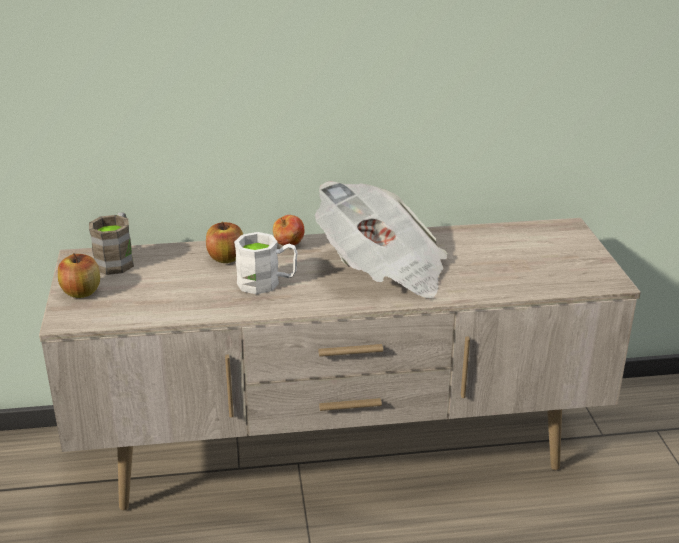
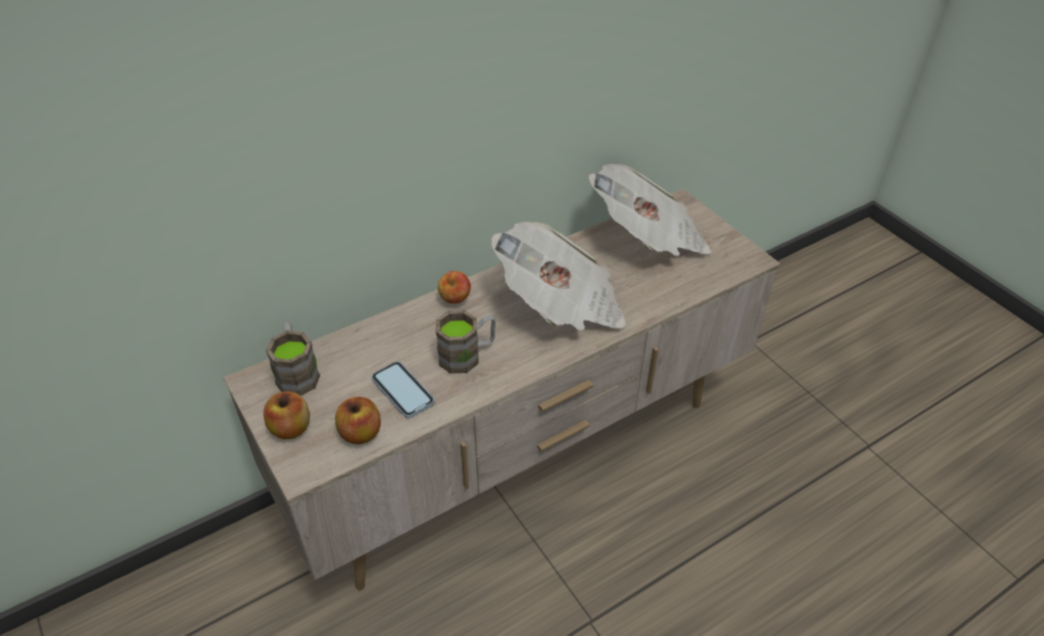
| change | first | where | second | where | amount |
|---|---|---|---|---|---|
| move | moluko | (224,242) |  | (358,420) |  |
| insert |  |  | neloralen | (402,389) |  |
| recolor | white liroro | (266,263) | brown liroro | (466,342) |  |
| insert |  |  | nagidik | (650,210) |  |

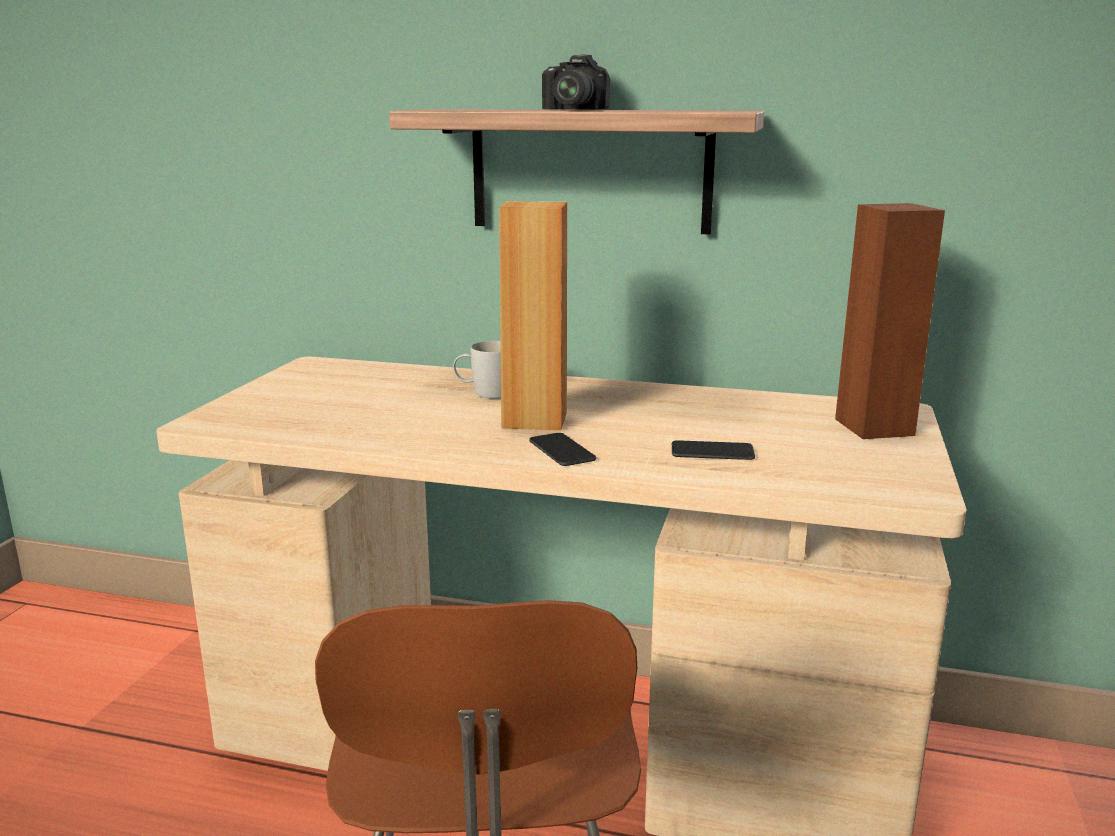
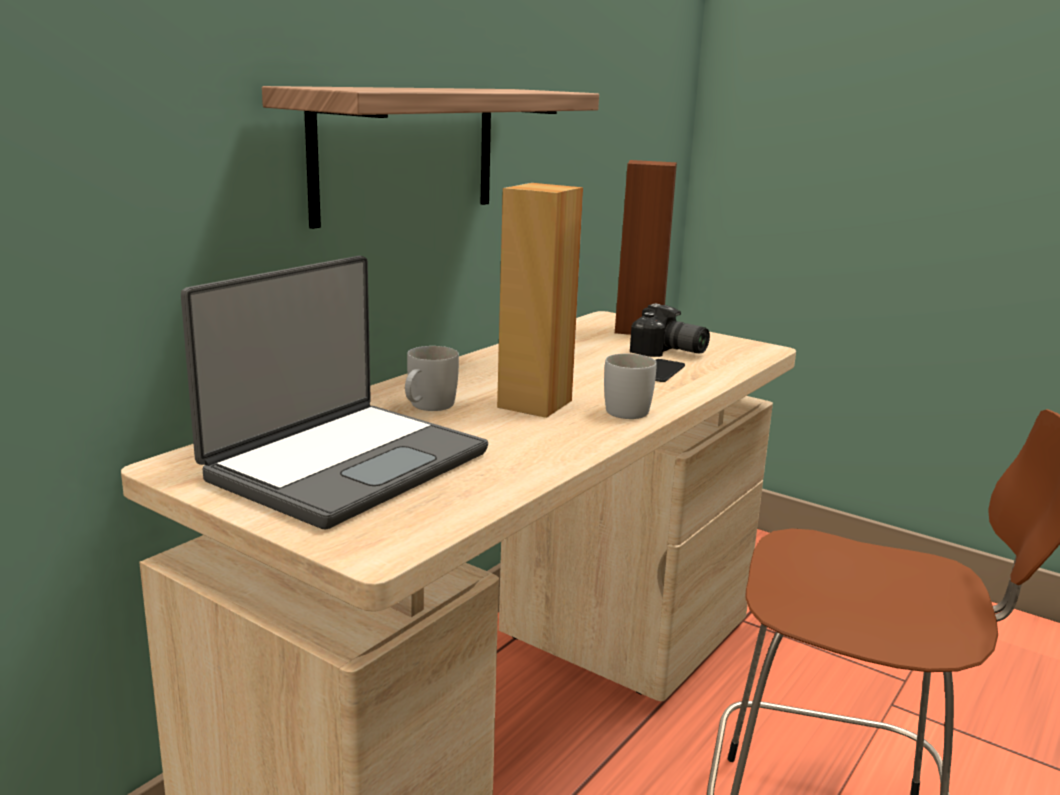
| change | first | where | second | where | amount |
|---|---|---|---|---|---|
| insert |  |  | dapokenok | (334,393) |  |
| replace | neloralen | (562,449) | white liroro | (630,386) |  |
| move | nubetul | (576,82) |  | (670,330) |  |

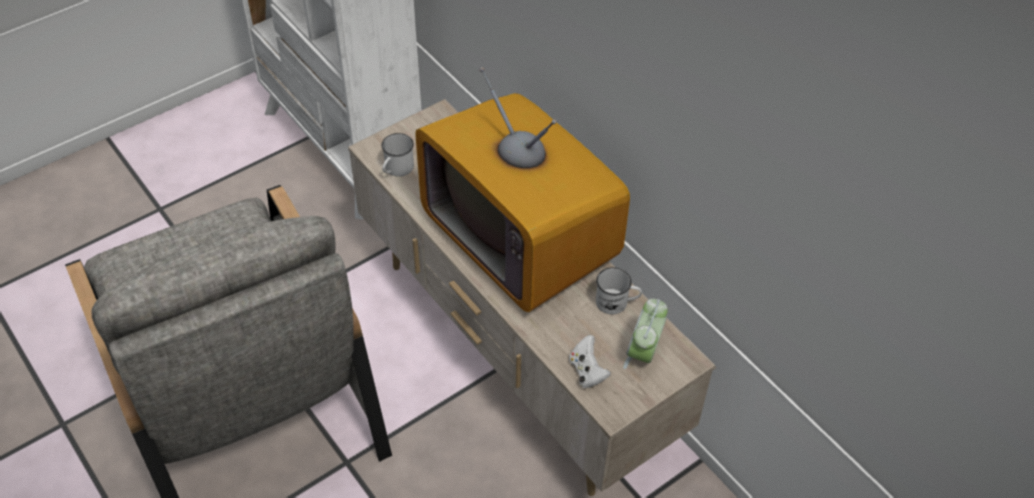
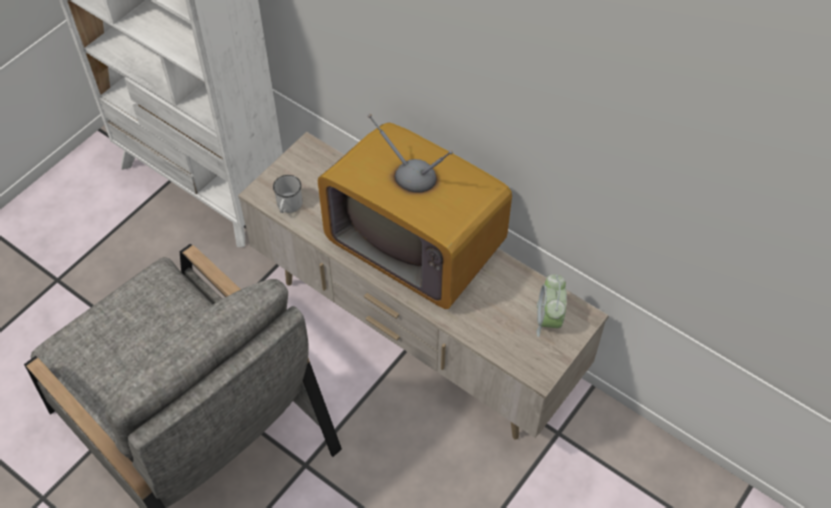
| change | first | where | second | where | amount |
|---|---|---|---|---|---|
| delete | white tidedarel | (590,361) |  |  |  |
| delete | white liroro | (619,290) |  |  |  |

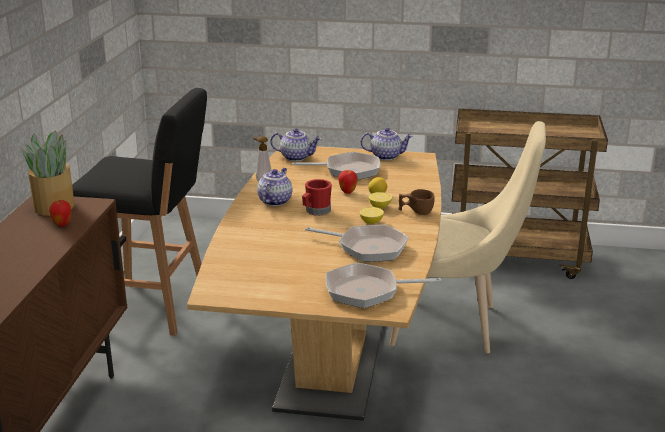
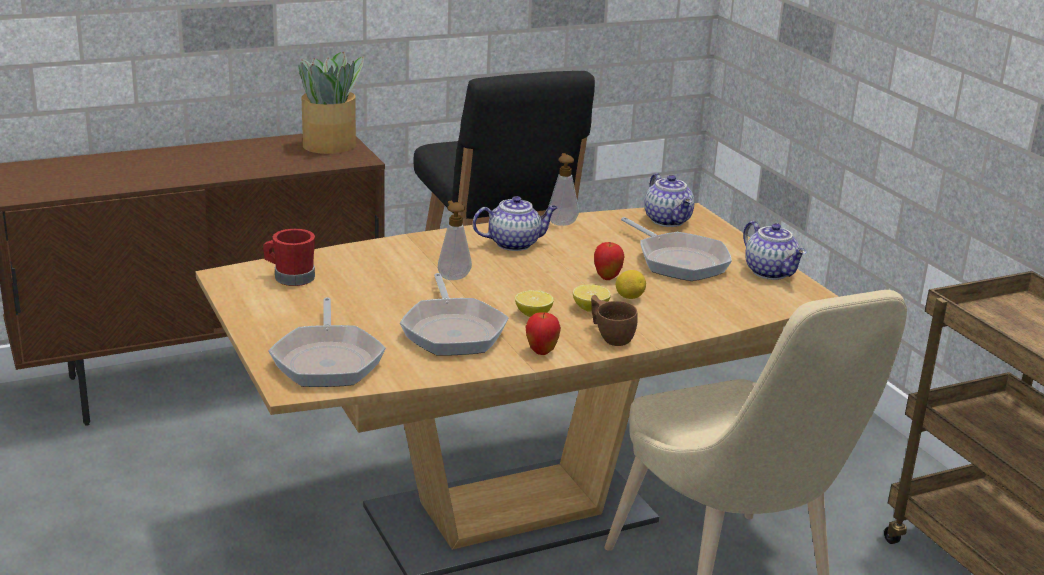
| change | first | where | second | where | amount |
|---|---|---|---|---|---|
| move | red liroro | (317,197) |  | (289,257) |  |
| rotate | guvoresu | (383,285) |  | (327,342) | 150 degrees counterclockwise |
| insert |  |  | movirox | (455,240) |  |
| move | moluko | (60,213) |  | (543,333) |  |

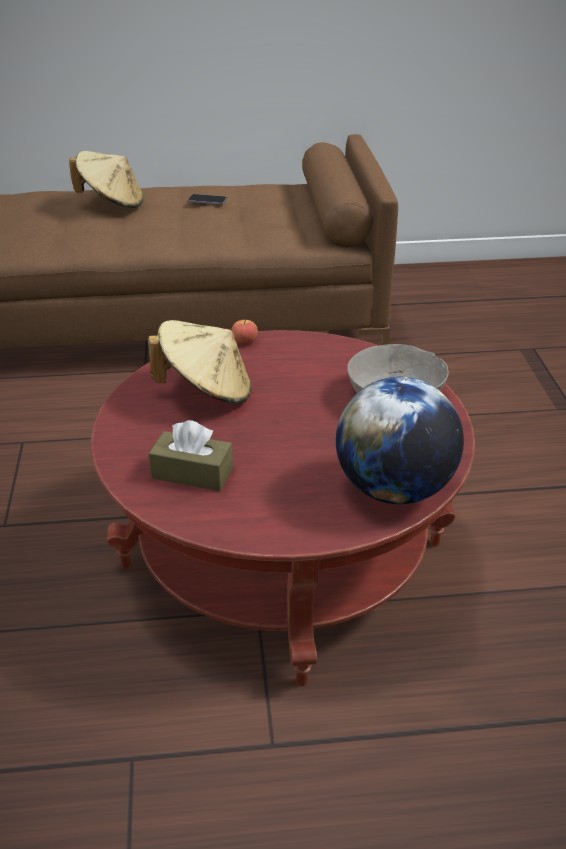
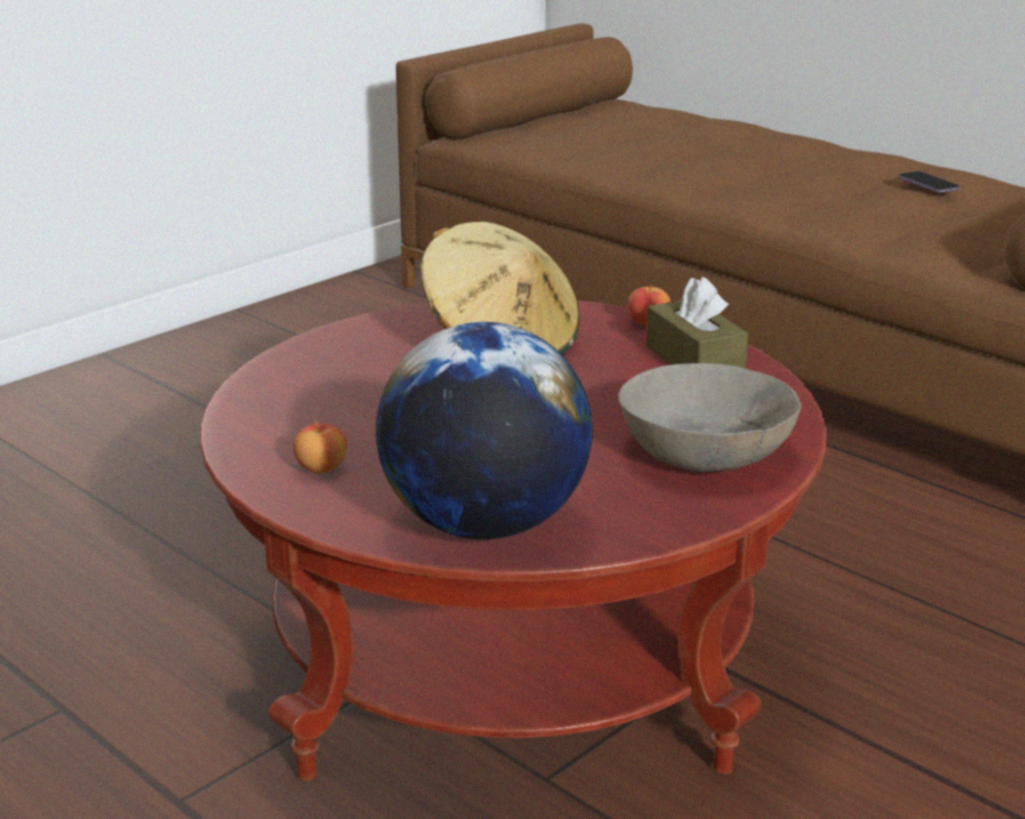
| change | first | where | second | where | amount |
|---|---|---|---|---|---|
| insert |  |  | moluko | (320,446) |  |
| move | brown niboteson | (191,455) |  | (697,323) |  |
| delete | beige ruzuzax | (106,179) |  |  |  |

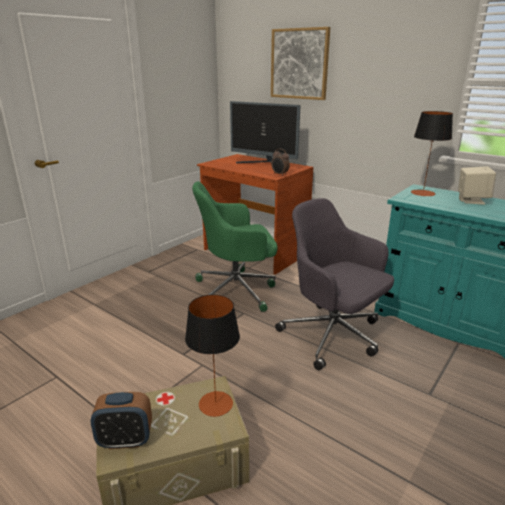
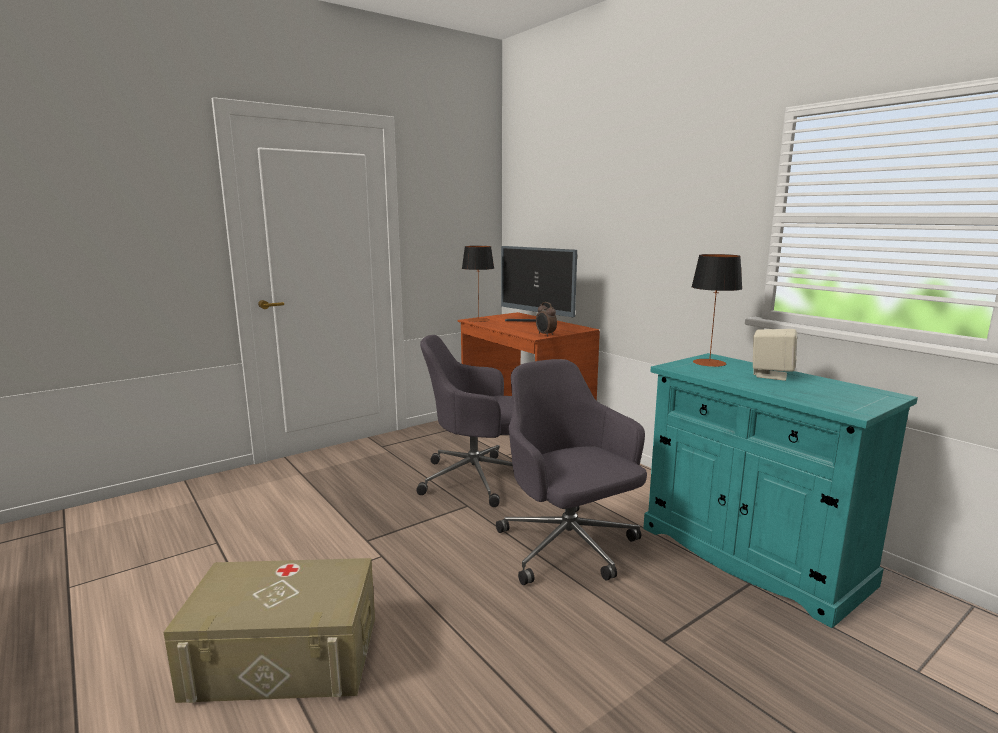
| change | first | where | second | where | amount |
|---|---|---|---|---|---|
| recolor | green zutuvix | (235,246) | grey zutuvix | (464,421) |  |
| move | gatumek | (212,356) |  | (478,284) |  |
| delete | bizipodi | (121,420) |  |  |  |
| delete | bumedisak | (300,63) |  |  |  |

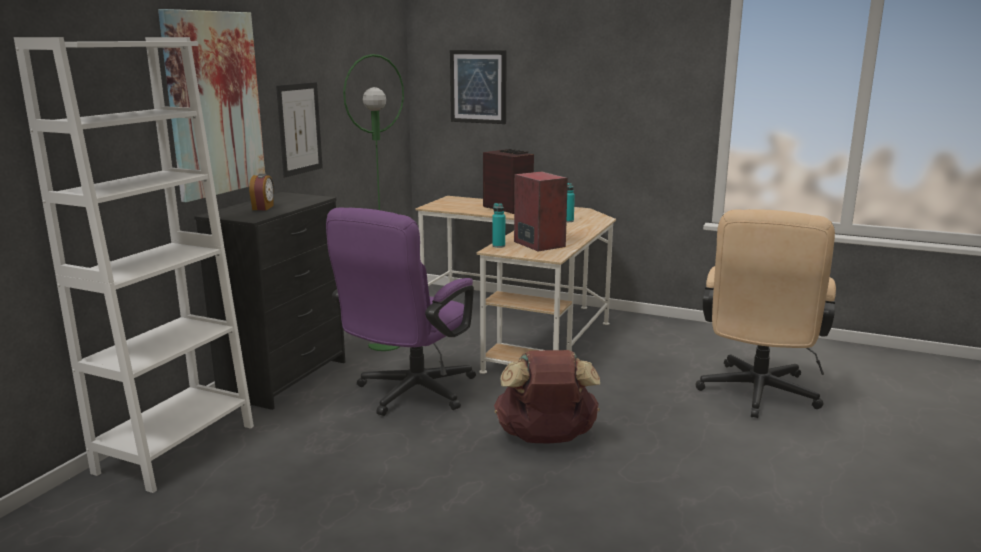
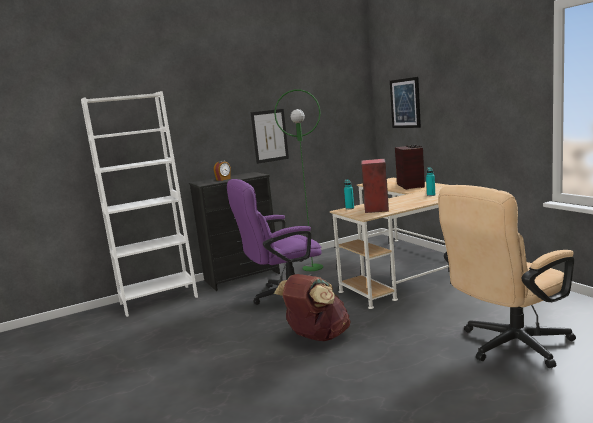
| change | first | where | second | where | amount |
|---|---|---|---|---|---|
| delete | bumedisak | (211,105) |  |  |  |

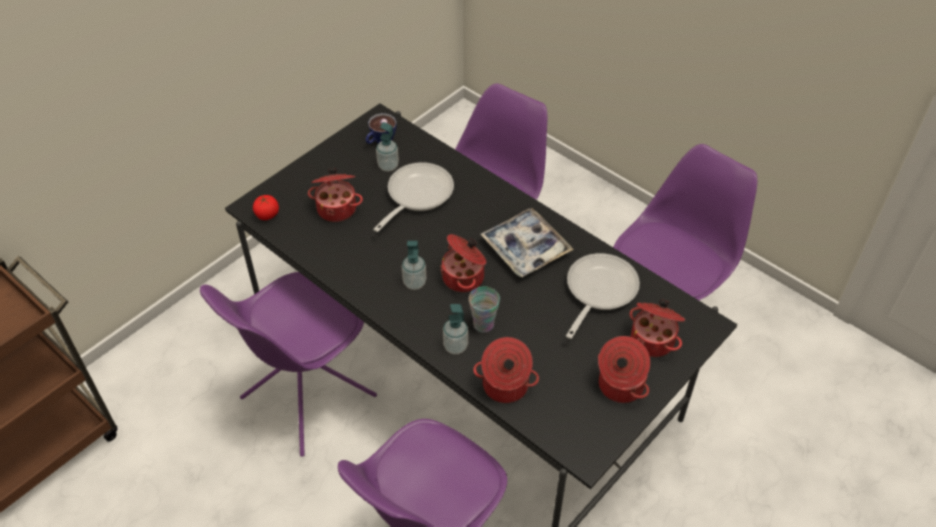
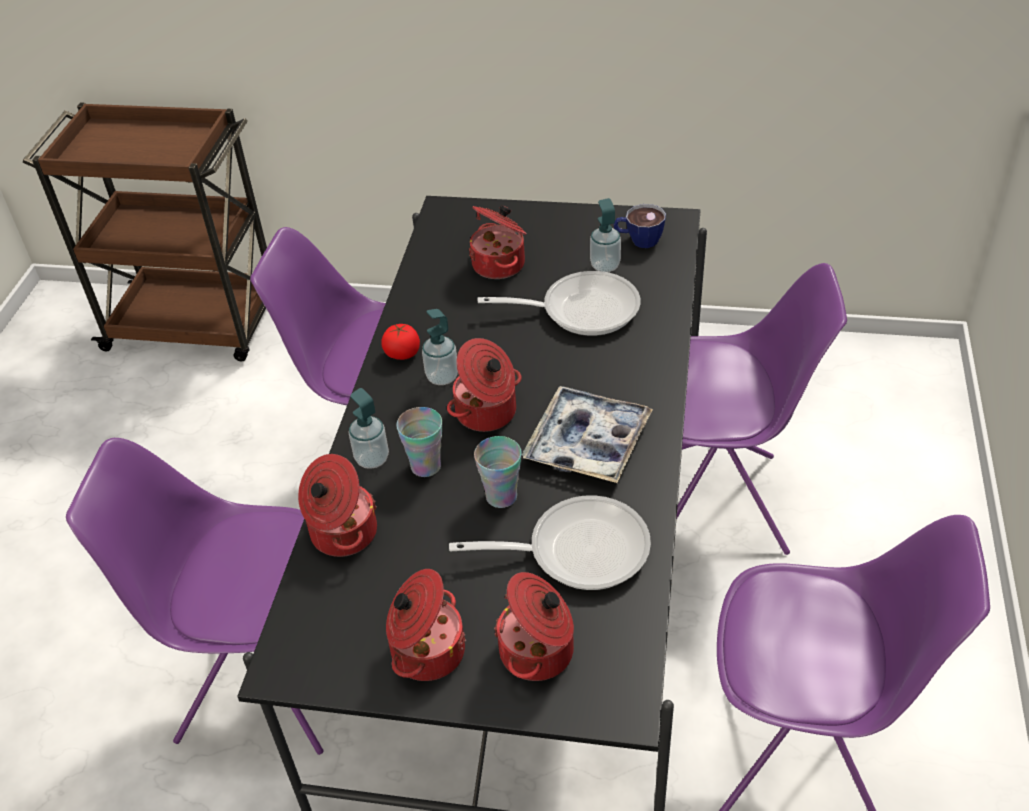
| change | first | where | second | where | amount |
|---|---|---|---|---|---|
| move | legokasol | (266,207) |  | (400,342) |  |
| insert |  |  | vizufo | (497,472) |  |

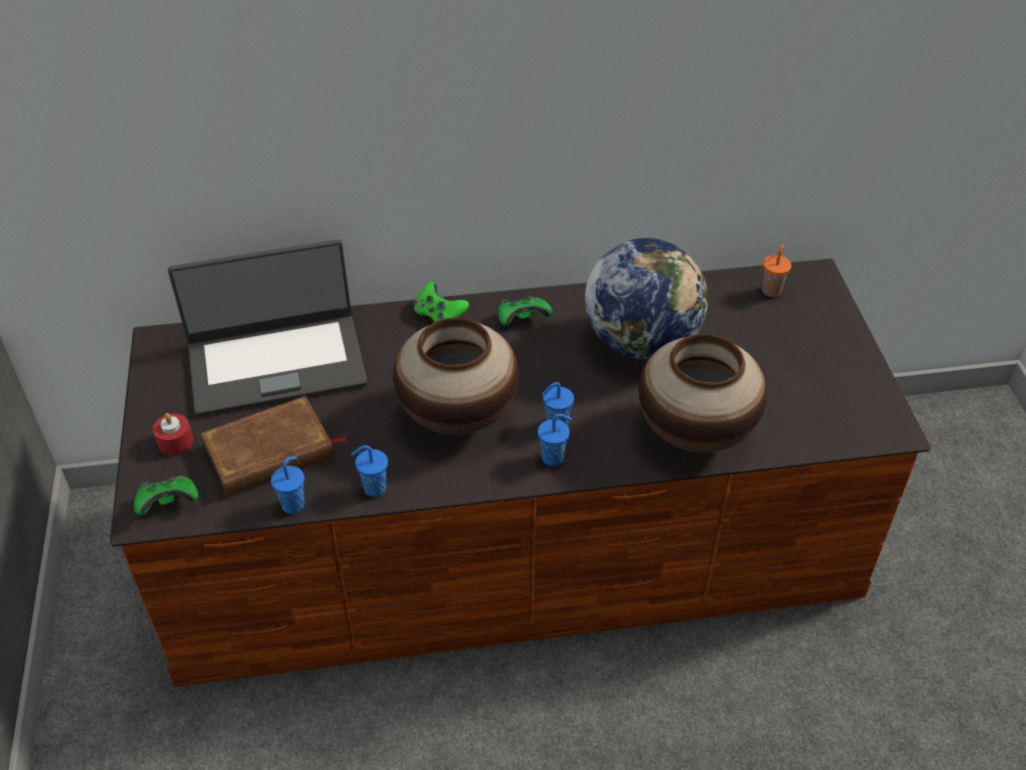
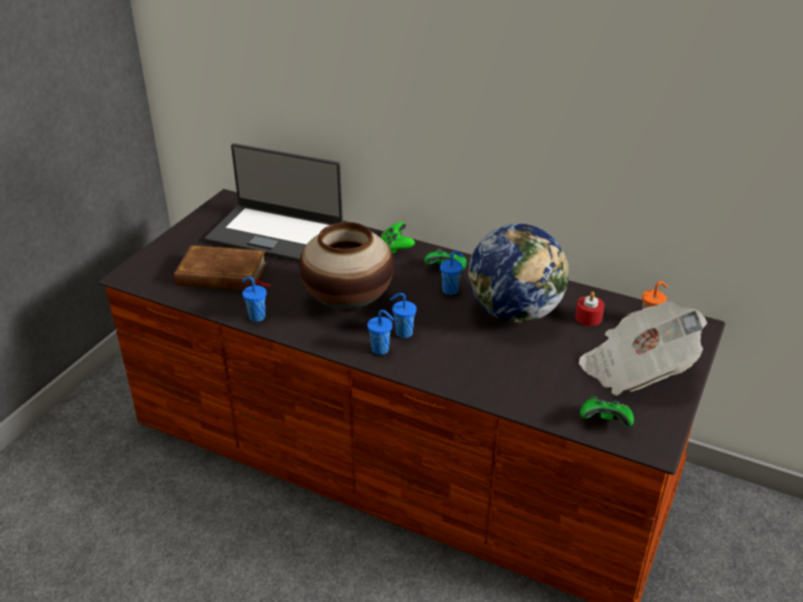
| change | first | where | second | where | amount |
|---|---|---|---|---|---|
| move | blue vizufo | (288,485) |  | (451,273) |  |
| move | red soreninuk | (173,434) |  | (590,309) |  |
| insert |  |  | nagidik | (643,348) |  |
| move | green tidedarel | (166,496) |  | (607,411) |  |
| delete | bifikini | (702,393) |  |  |  |

